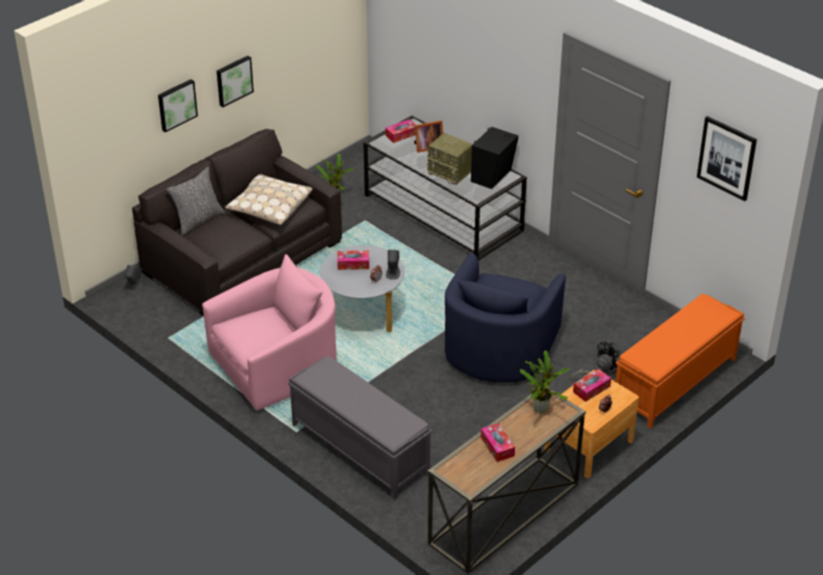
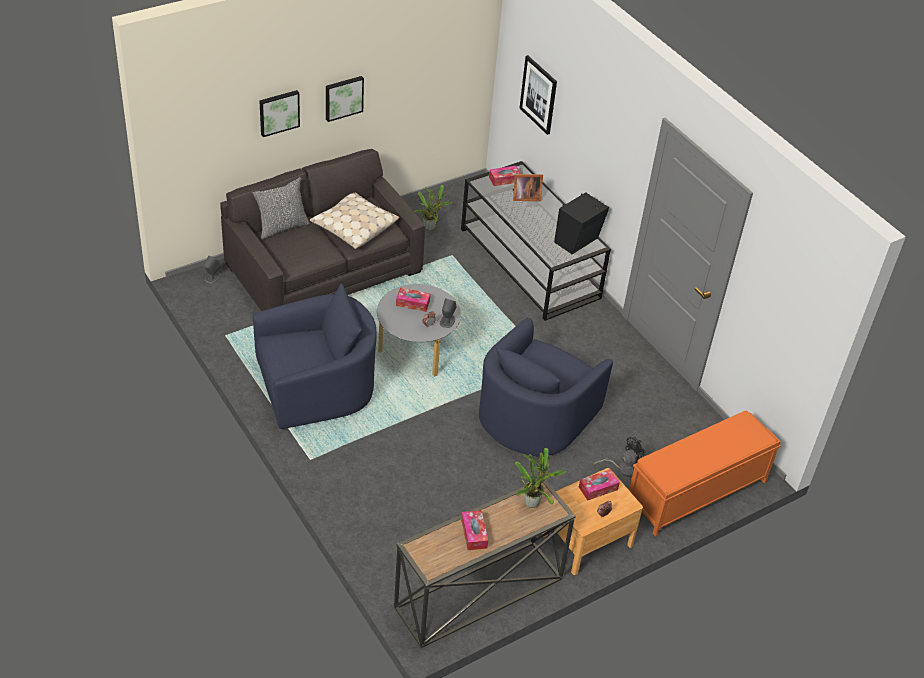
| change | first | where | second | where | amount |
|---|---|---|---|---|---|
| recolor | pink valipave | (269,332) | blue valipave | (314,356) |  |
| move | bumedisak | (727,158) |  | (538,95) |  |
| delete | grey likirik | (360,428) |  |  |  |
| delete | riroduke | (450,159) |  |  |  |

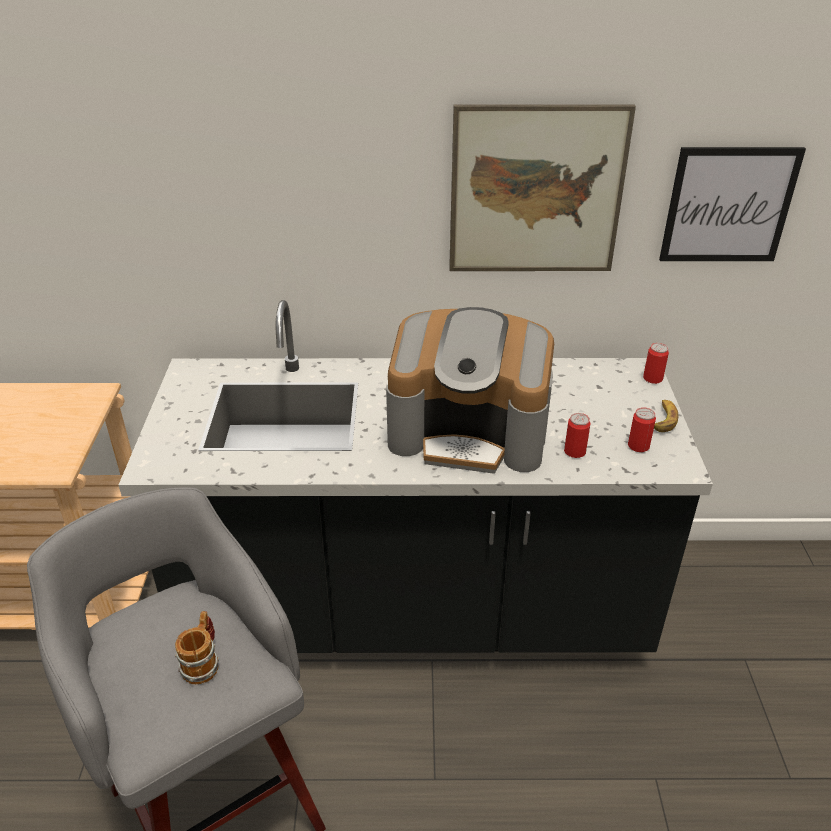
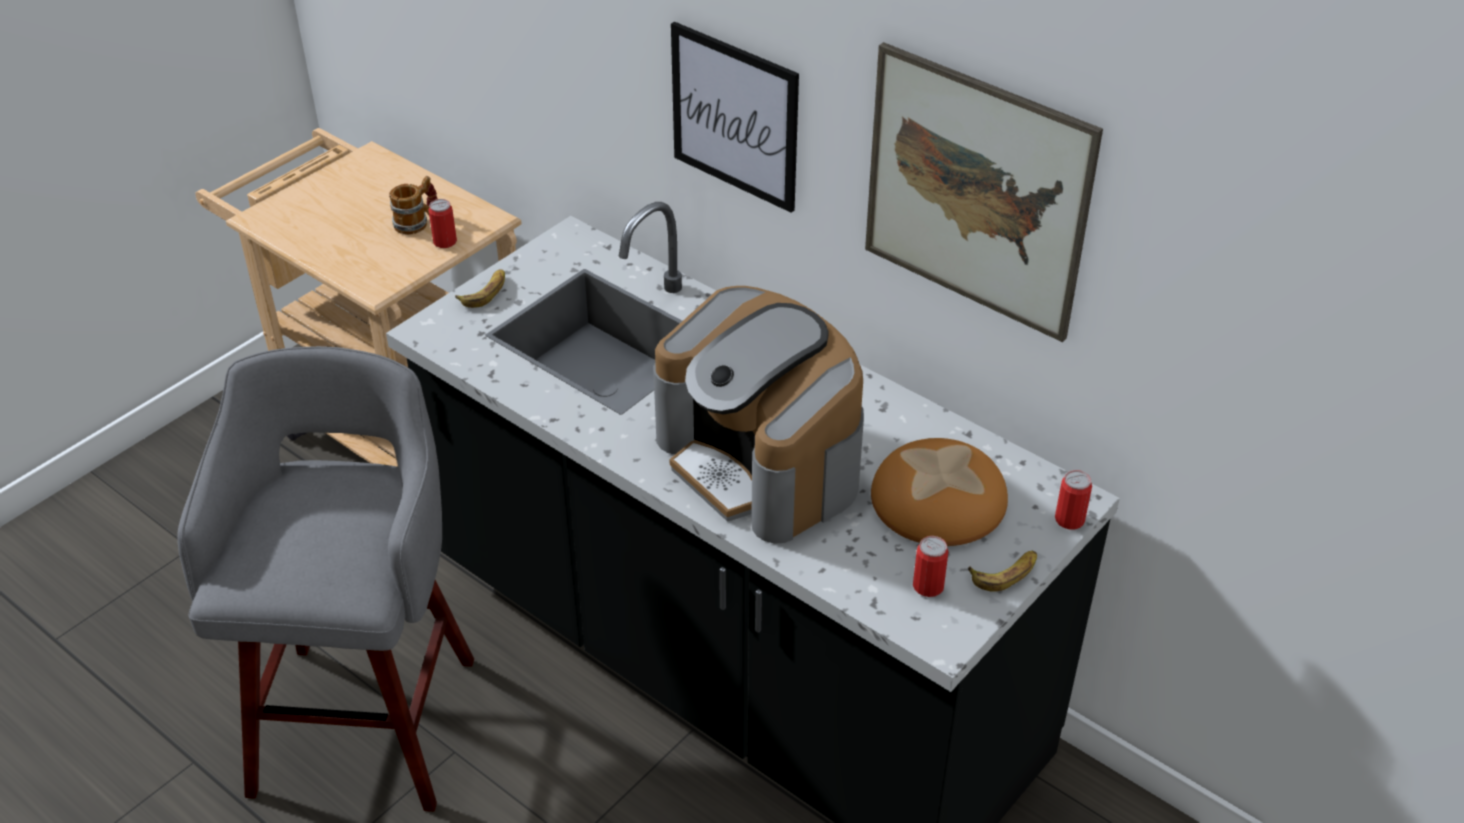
| change | first | where | second | where | amount |
|---|---|---|---|---|---|
| move | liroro | (197,647) |  | (413,205) |  |
| move | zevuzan | (577,435) |  | (442,223) |  |
| insert |  |  | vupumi | (480,288) |  |
| move | bumedisak | (732,204) |  | (735,117) |  |
| insert |  |  | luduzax | (939,492) |  |

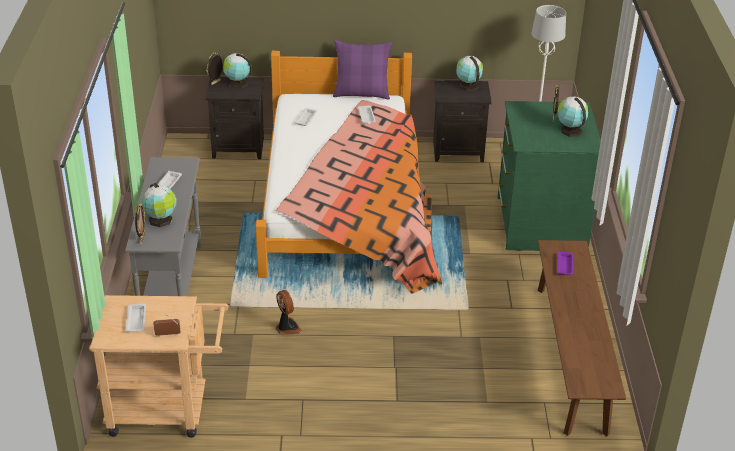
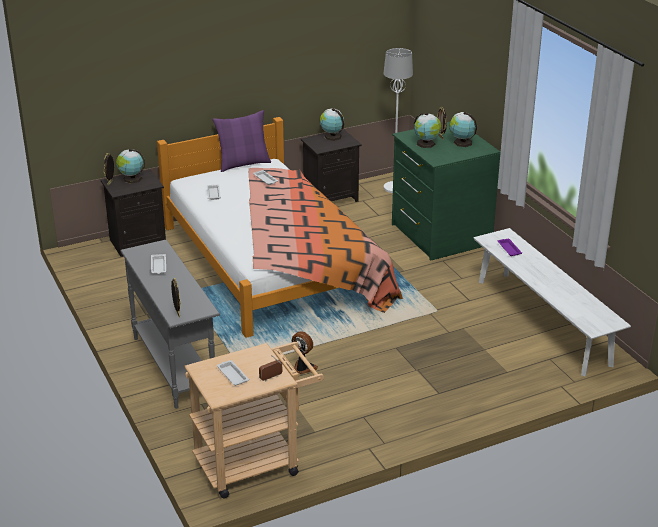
| change | first | where | second | where | amount |
|---|---|---|---|---|---|
| move | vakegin | (159,205) |  | (427,130) |  |
| recolor | brown likirik | (582,338) | white likirik | (552,302) |  |

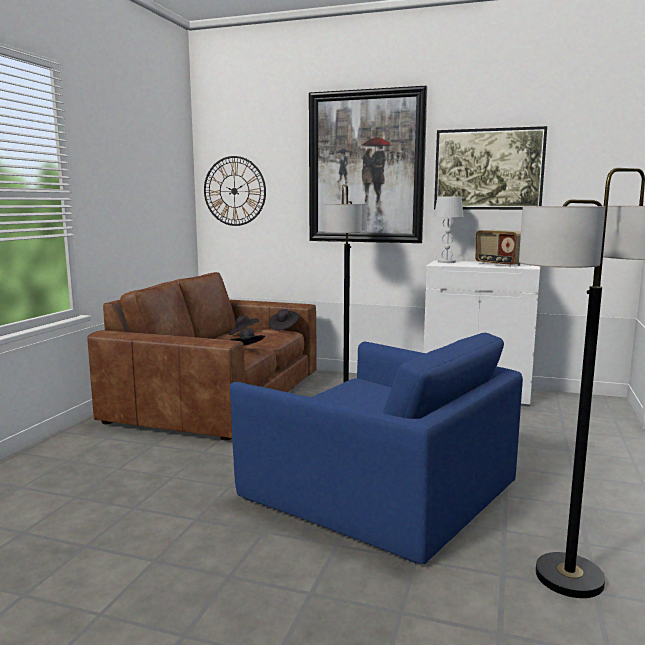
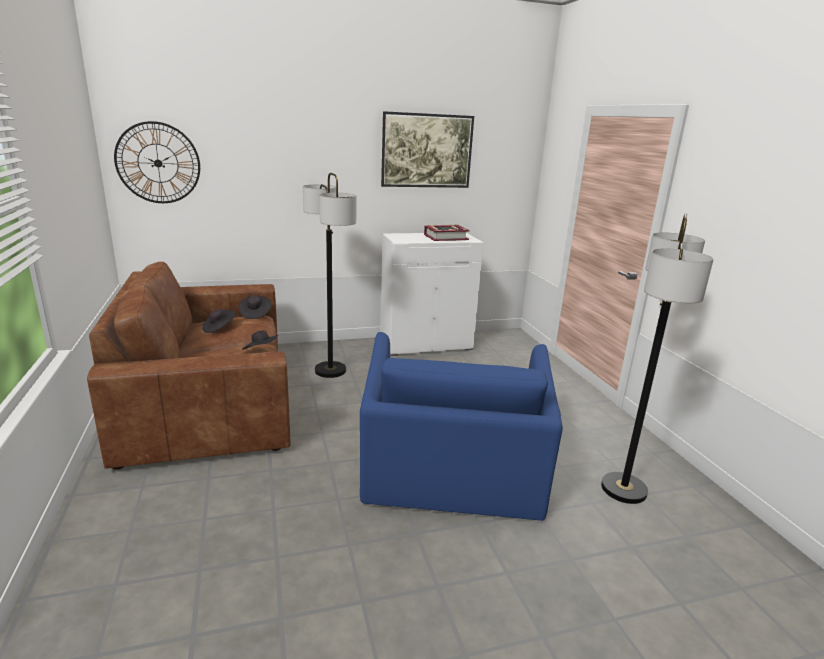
| change | first | where | second | where | amount |
|---|---|---|---|---|---|
| rotate | blue valipave | (376,448) |  | (461,426) | 90 degrees clockwise |
| replace | riroduke | (498,248) | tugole | (447,232) |  |
| delete | bumedisak | (368,164) |  |  |  |
| delete | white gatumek | (449,229) |  |  |  |

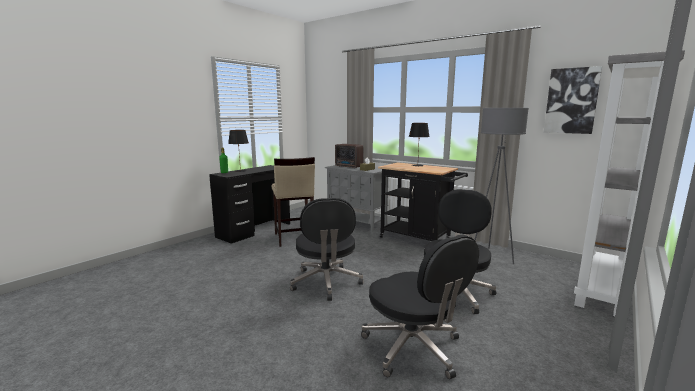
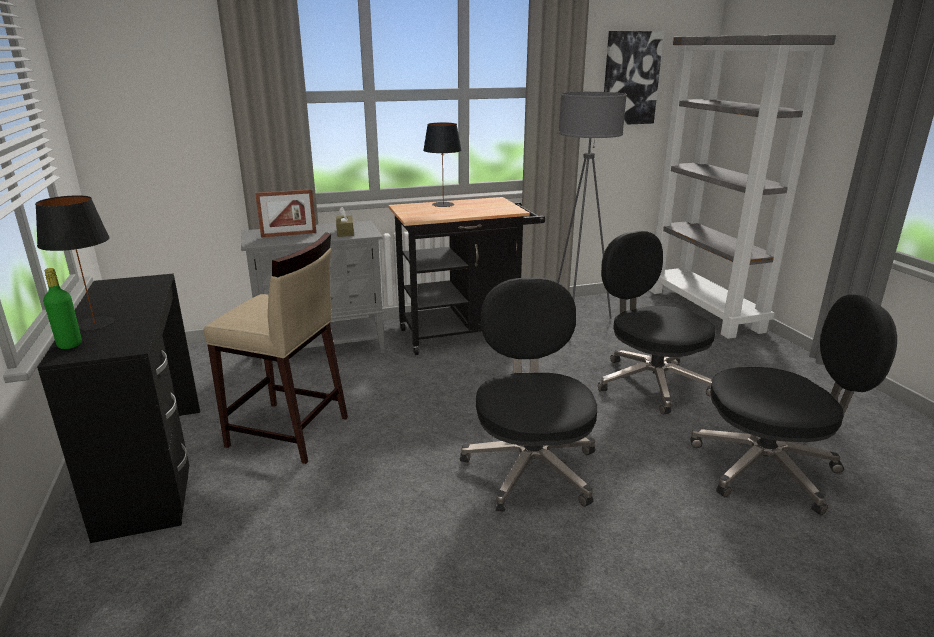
| change | first | where | second | where | amount |
|---|---|---|---|---|---|
| replace | riroduke | (349,156) | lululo | (285,213) |  |
| rotate | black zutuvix | (327,249) |  | (528,394) | 120 degrees counterclockwise |

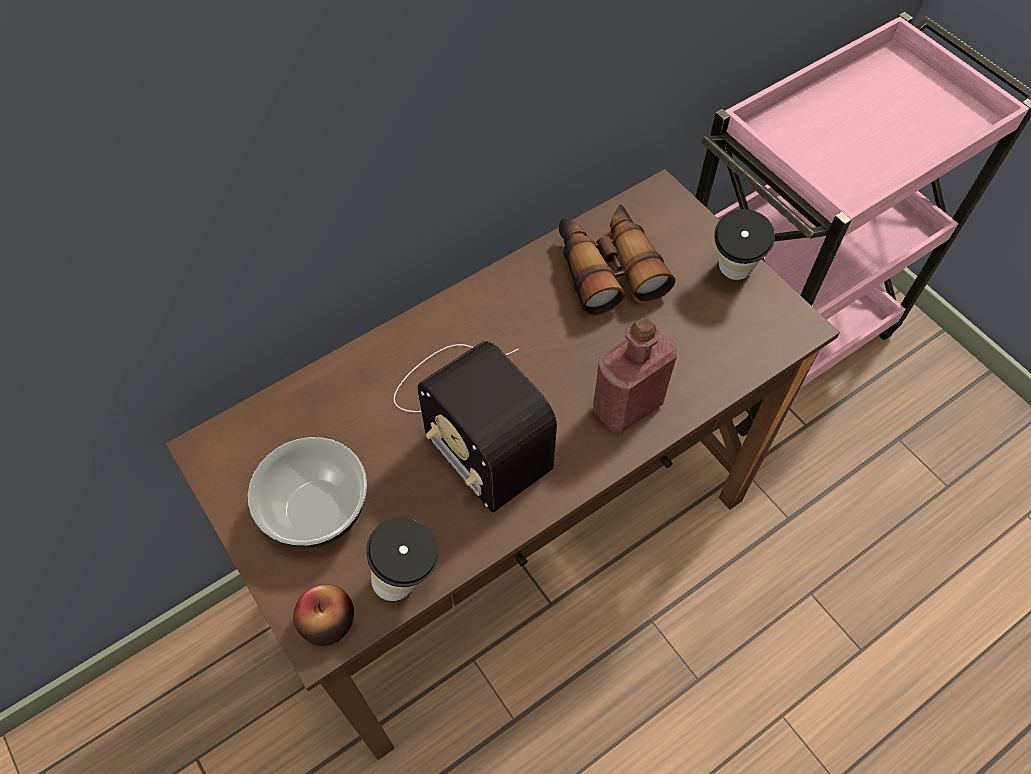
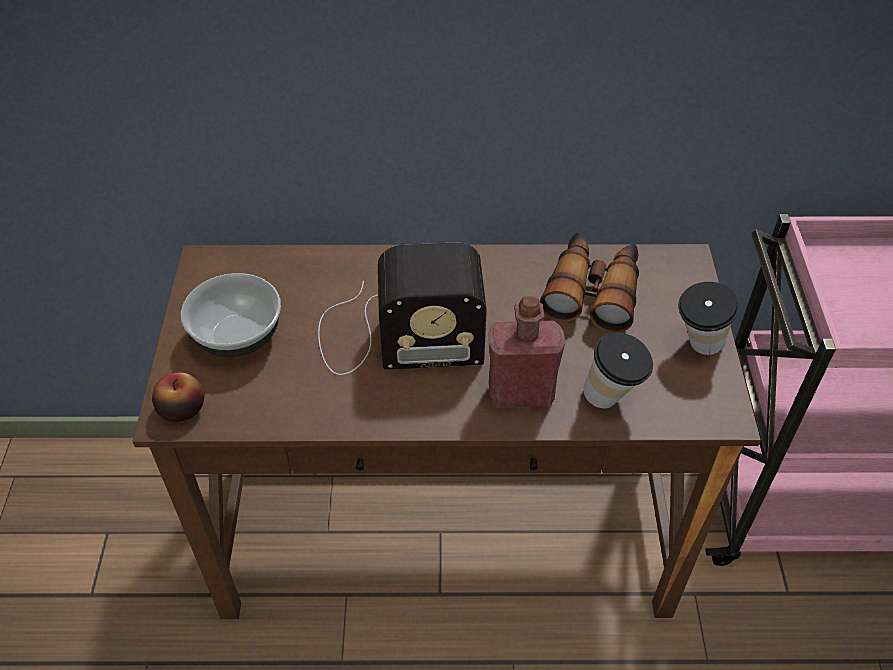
| change | first | where | second | where | amount |
|---|---|---|---|---|---|
| rotate | riroduke | (475,427) |  | (402,308) | 90 degrees counterclockwise |
| move | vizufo | (402,559) |  | (618,371) |  |

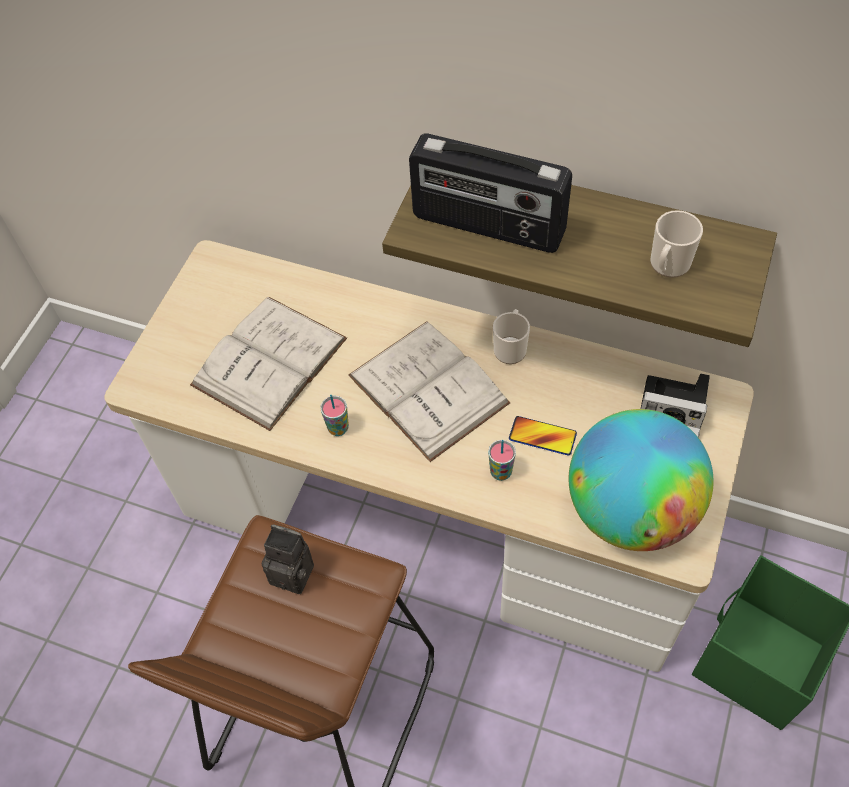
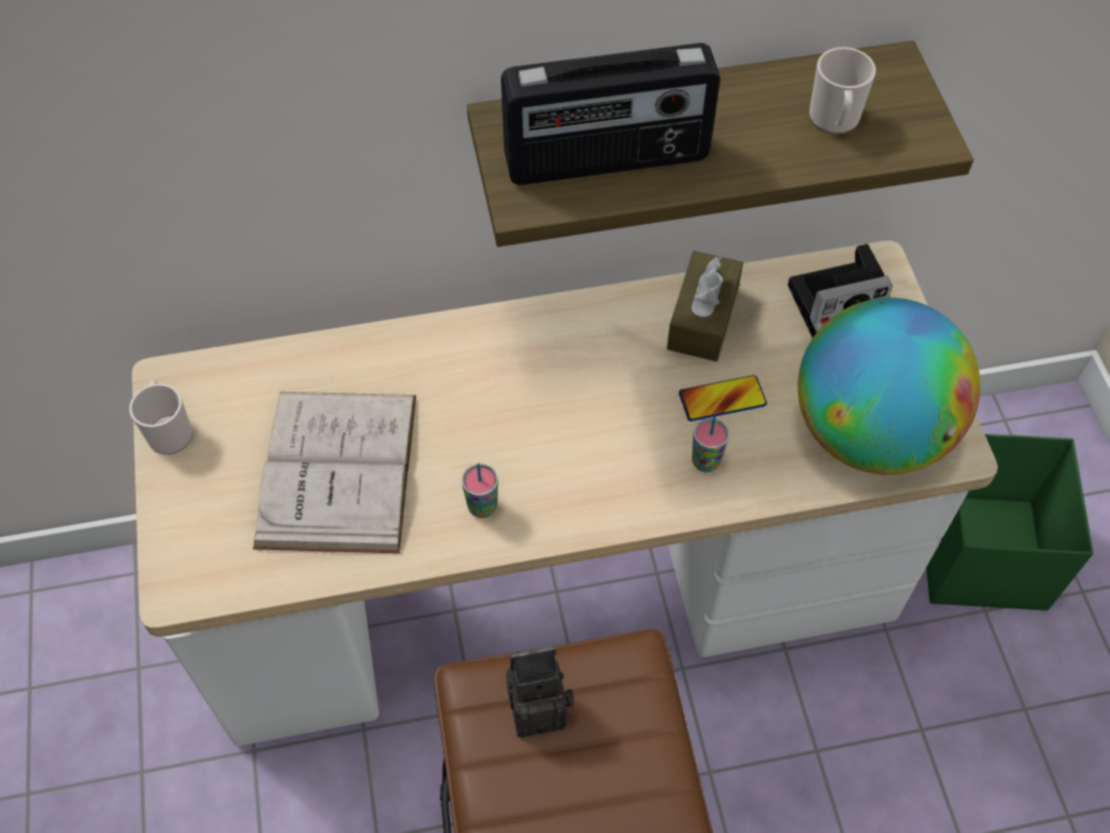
| change | first | where | second | where | amount |
|---|---|---|---|---|---|
| move | liroro | (511,336) |  | (161,417) |  |
| insert |  |  | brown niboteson | (705,306) |  |
| delete | white tugole | (429,391) |  |  |  |

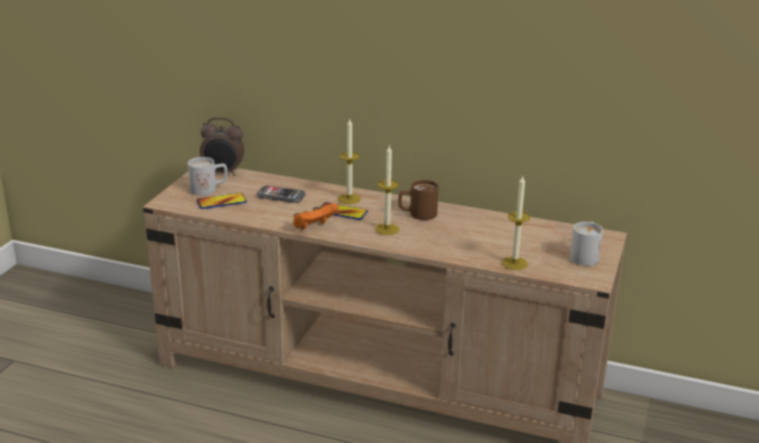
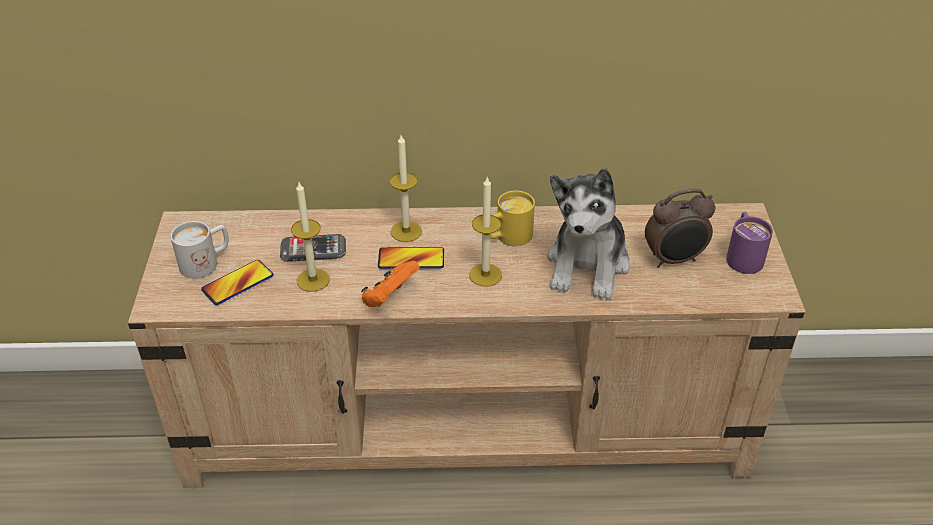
| change | first | where | second | where | amount |
|---|---|---|---|---|---|
| move | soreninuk | (516,223) |  | (310,237) |  |
| recolor | brown liroro | (418,200) | yellow liroro | (512,218) |  |
| insert |  |  | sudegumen | (588,234) |  |
| move | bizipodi | (222,146) |  | (680,228) |  |
| recolor | white liroro | (586,244) | purple liroro | (749,243) |  |

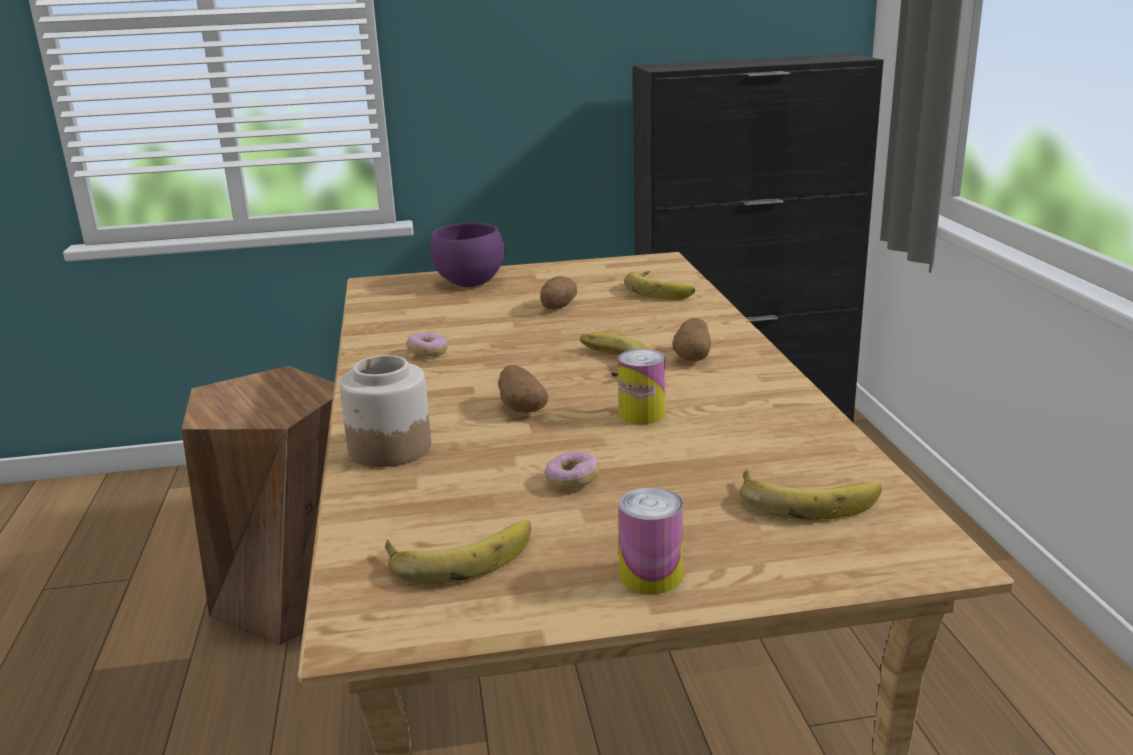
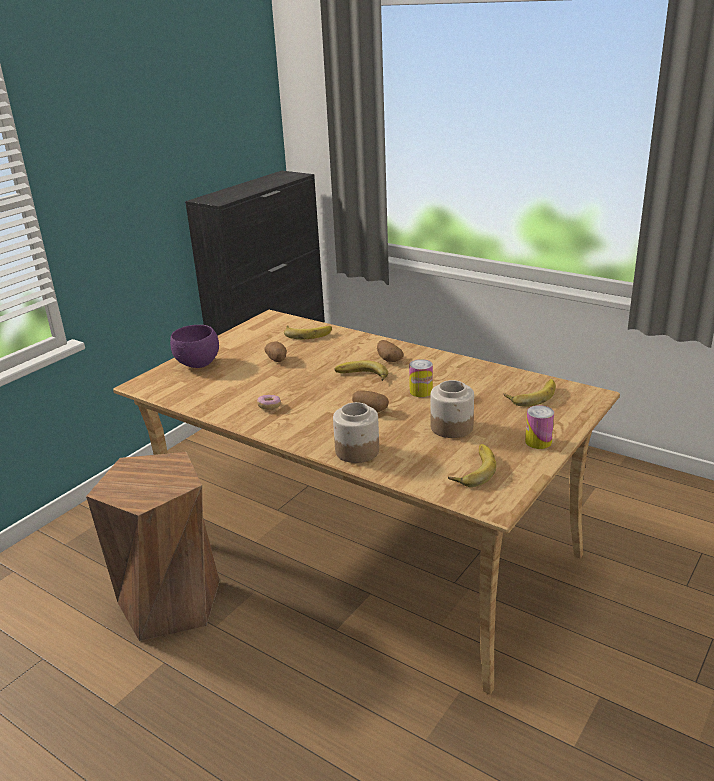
| change | first | where | second | where | amount |
|---|---|---|---|---|---|
| replace | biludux | (572,470) | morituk | (452,409) |  |

